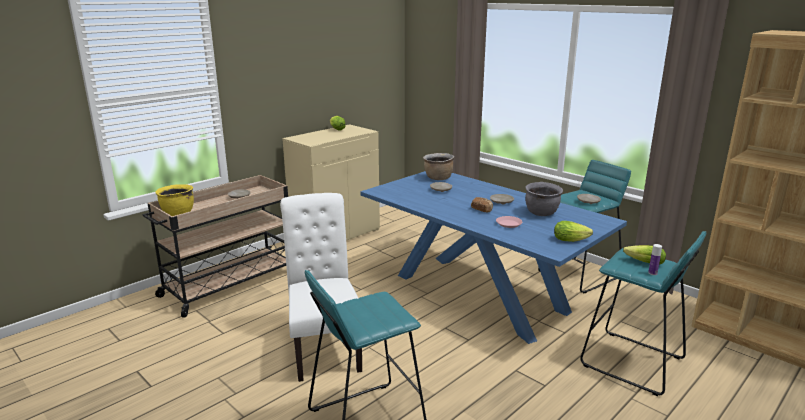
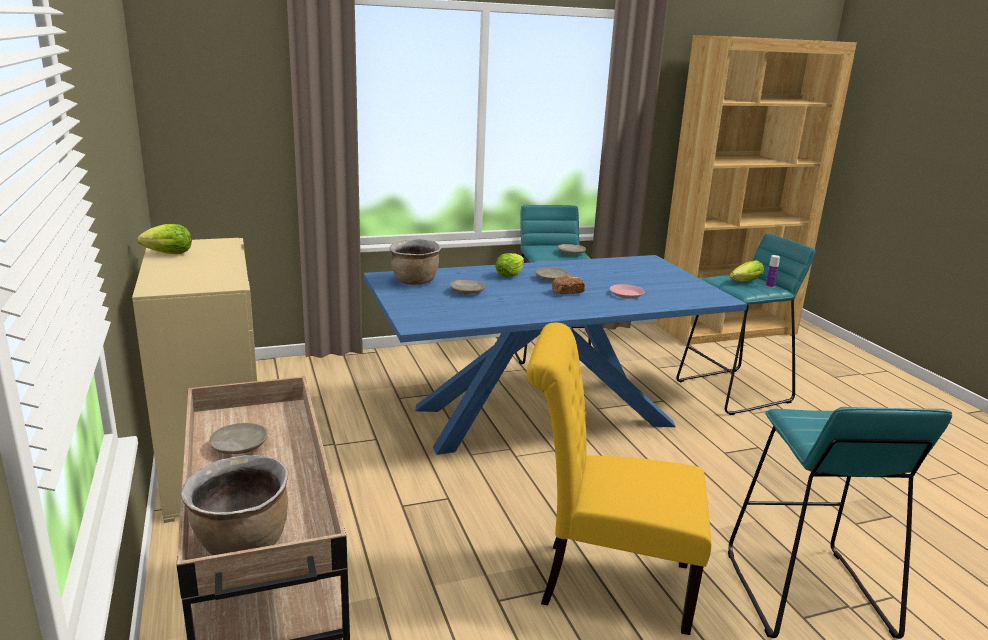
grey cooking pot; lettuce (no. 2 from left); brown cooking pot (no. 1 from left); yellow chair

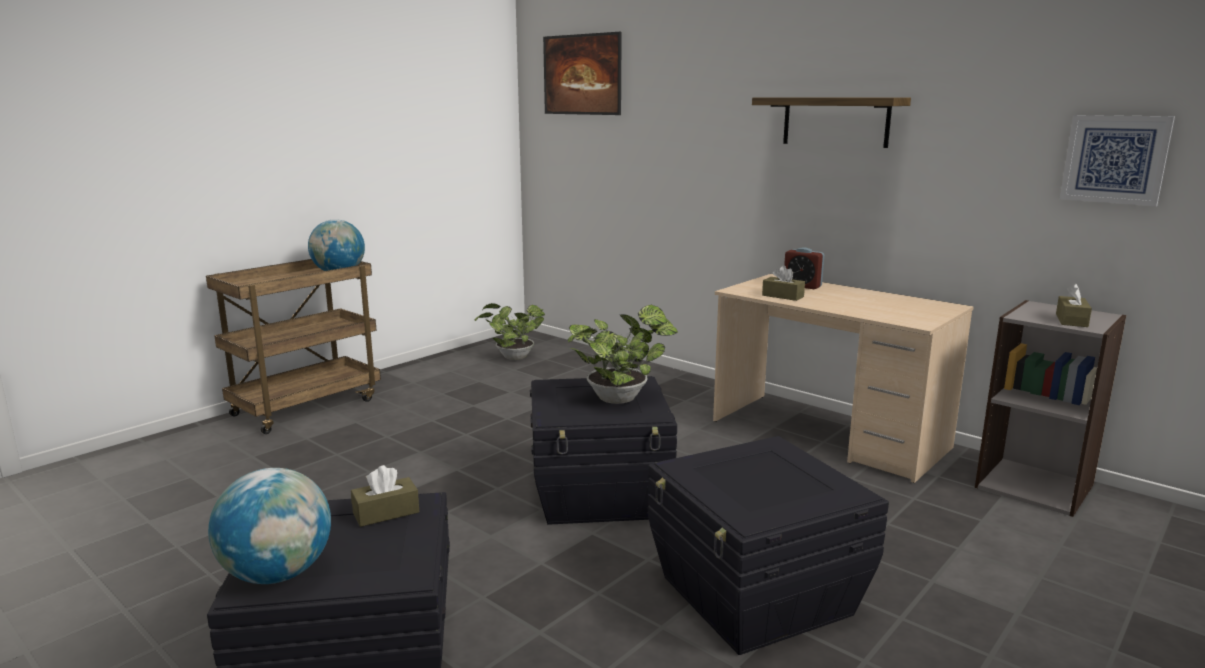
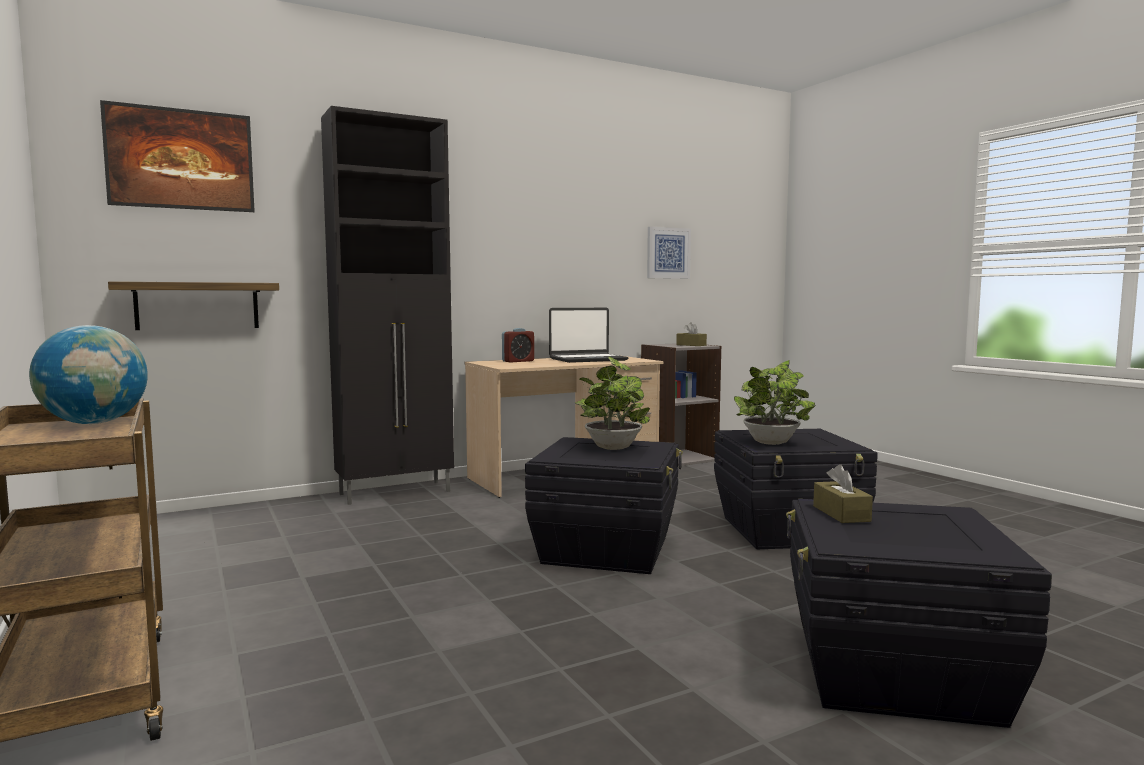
globe (no. 1 from left in the first image); brown tissue box (no. 2 from left in the first image); black cabinet; laptop; potted plant (no. 2 from left); shelf

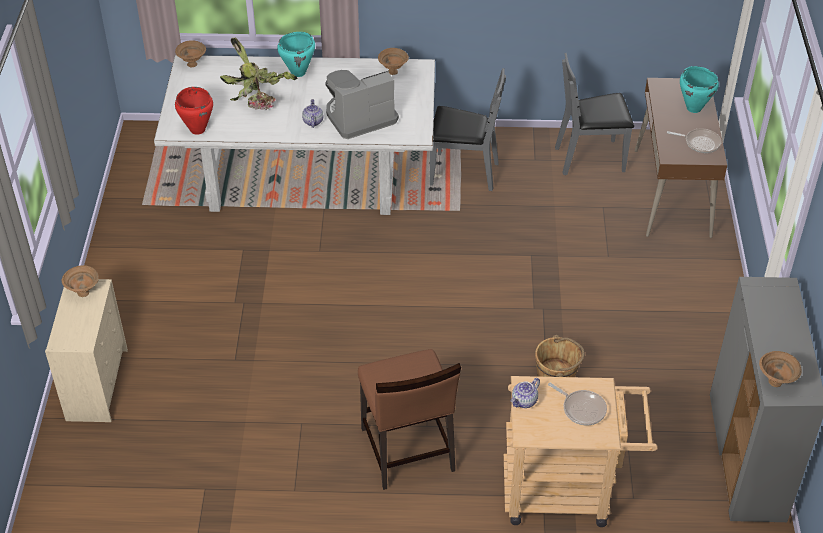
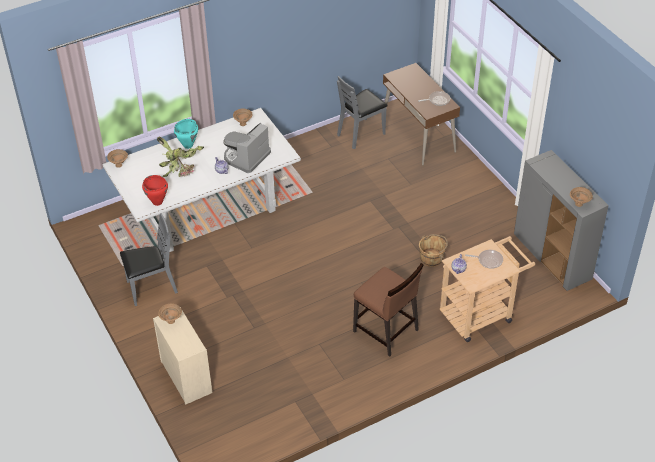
turquoise cooking pot (no. 2 from left in the first image); grey chair (no. 1 from left)

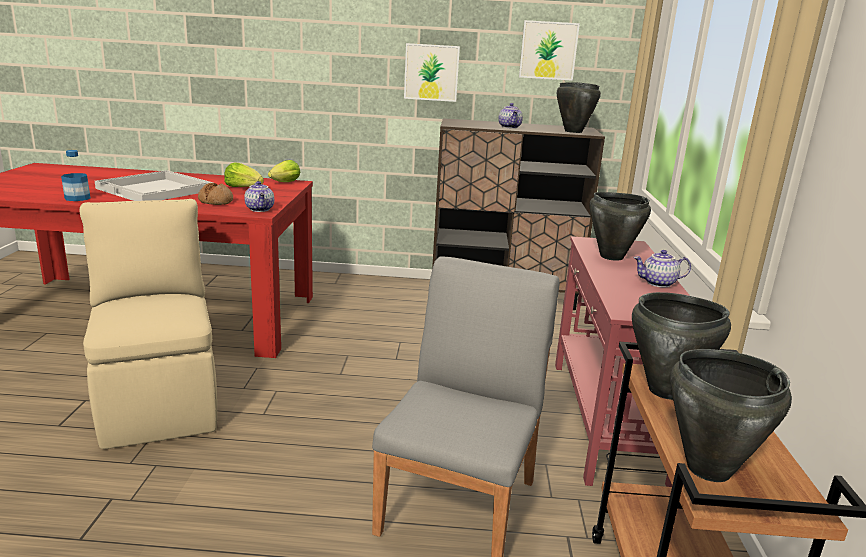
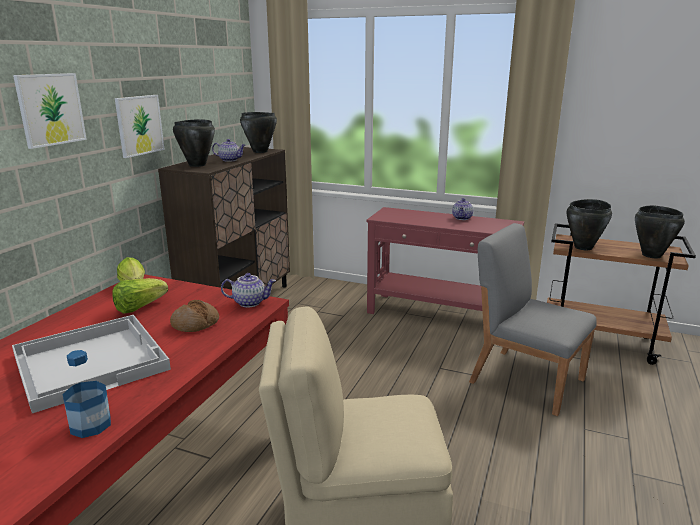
picture (no. 1 from left); black cooking pot (no. 1 from left)

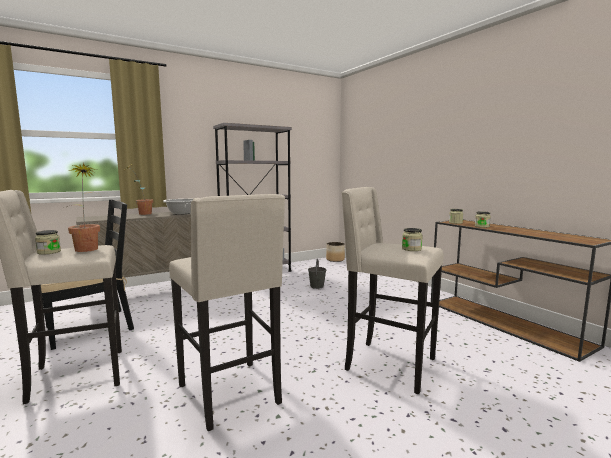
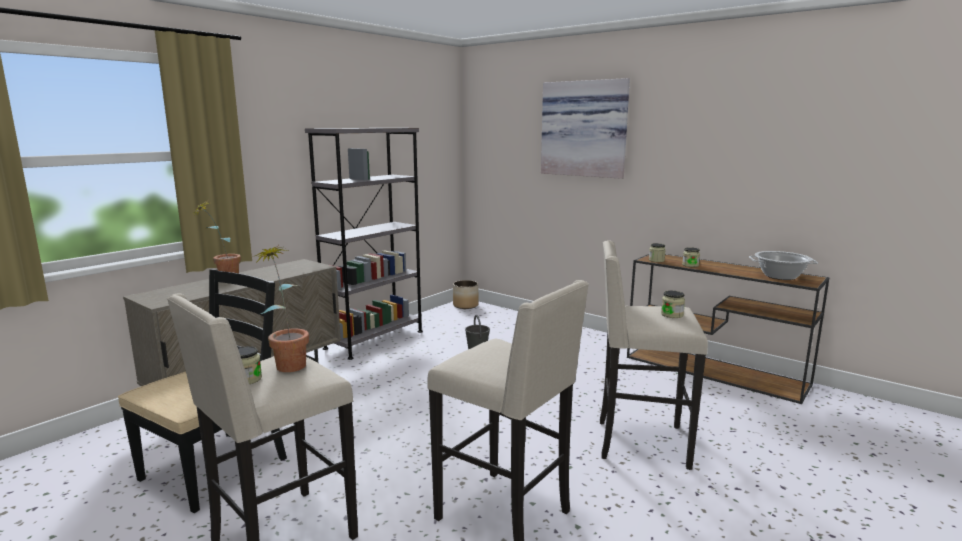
picture; cooking pot

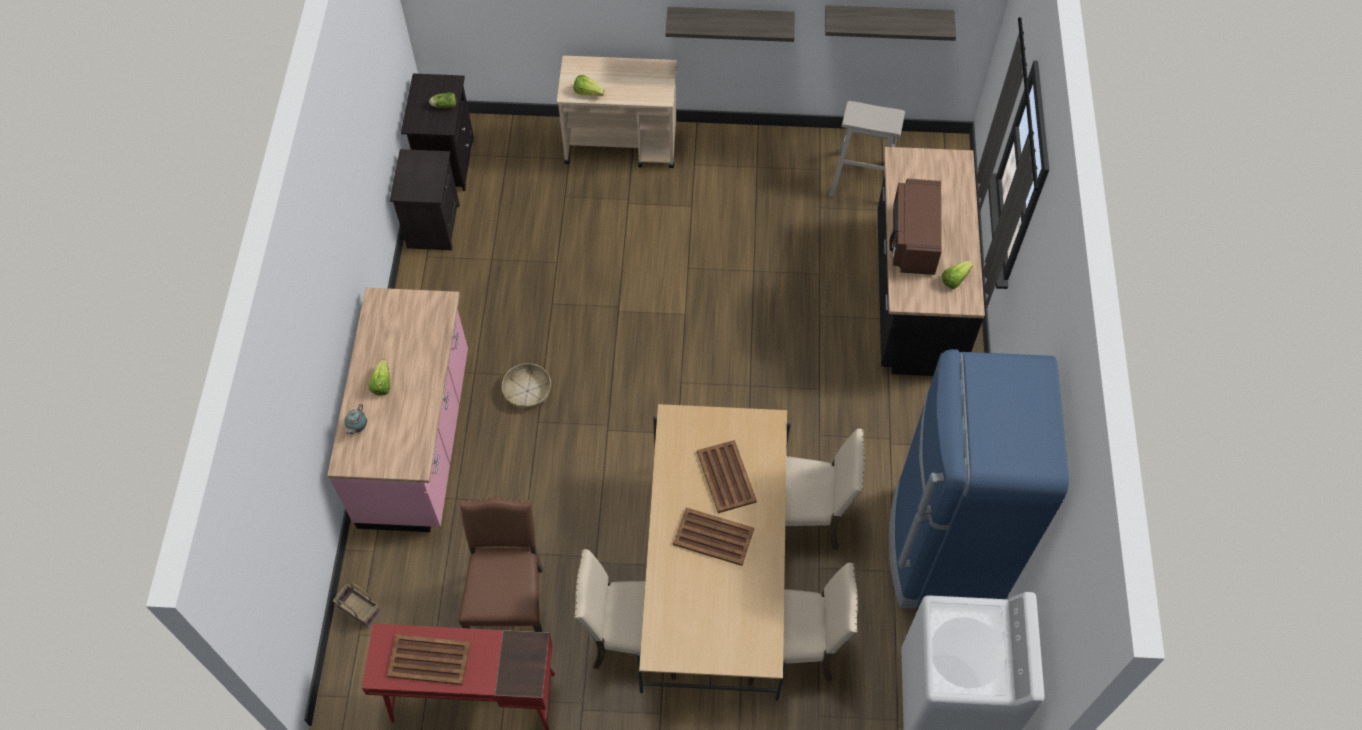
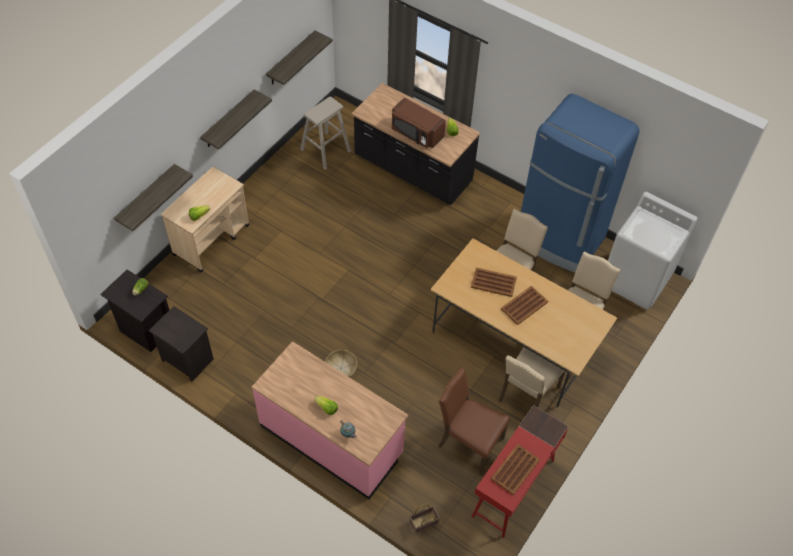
shelf (no. 1 from left)

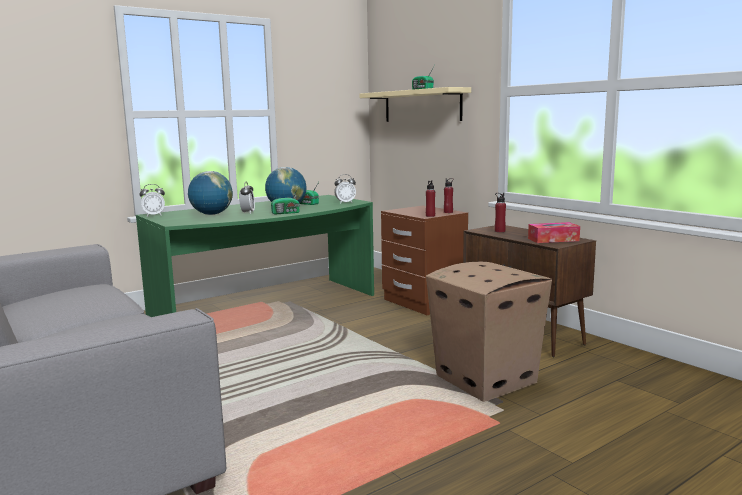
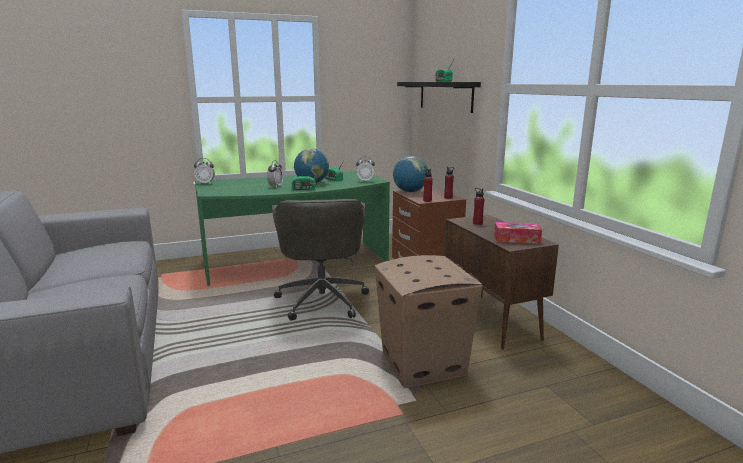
grey office chair; globe (no. 2 from left); black shelf

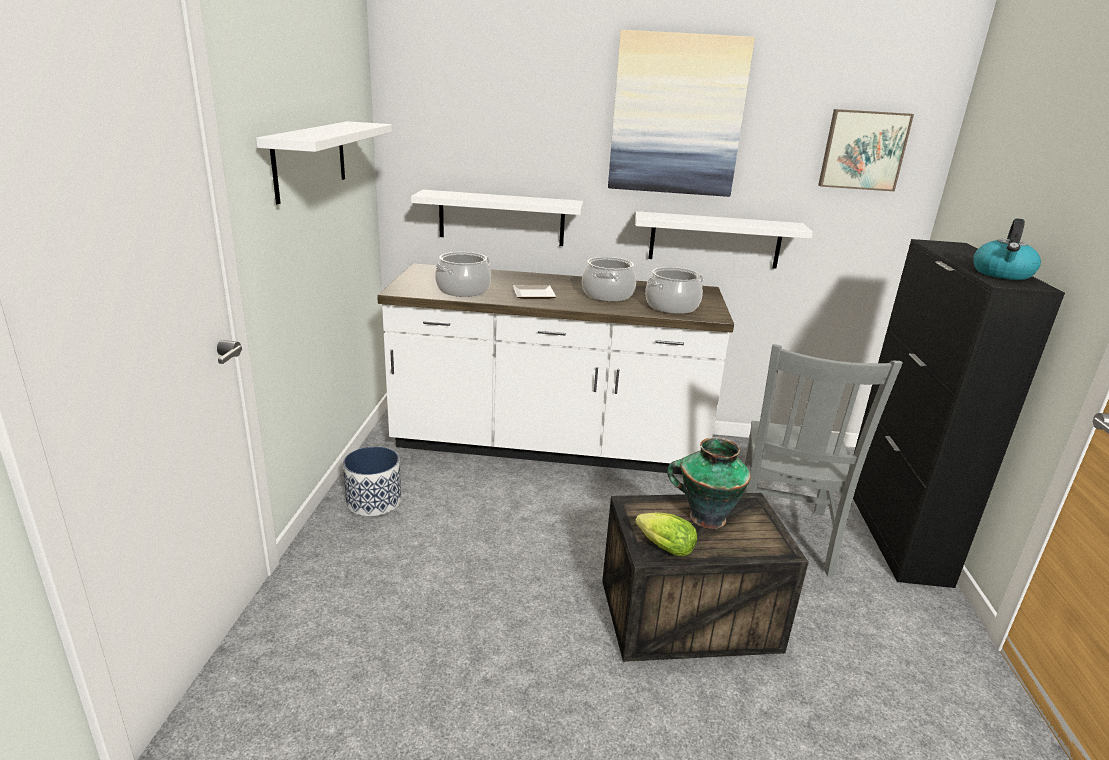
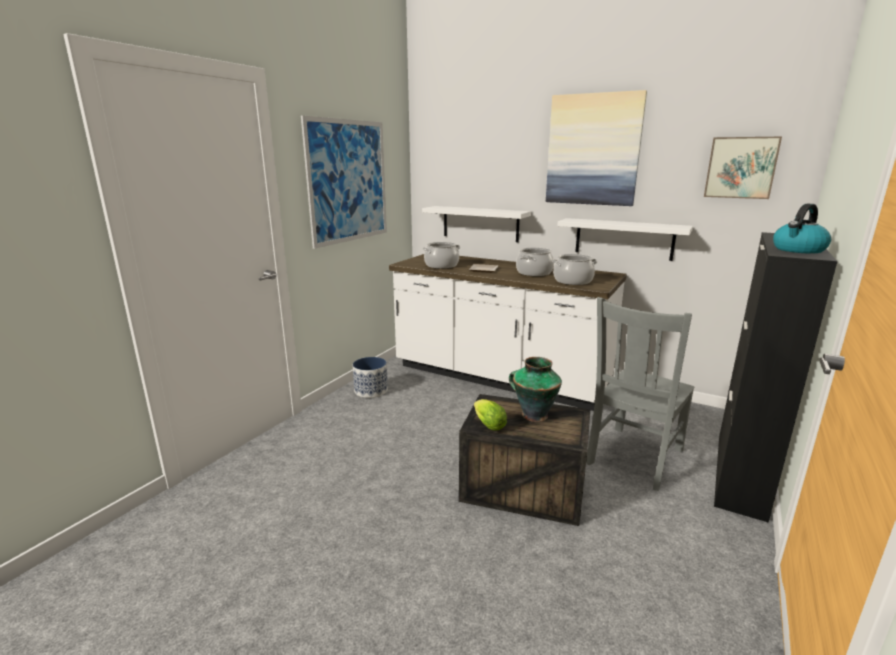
picture (no. 1 from left)

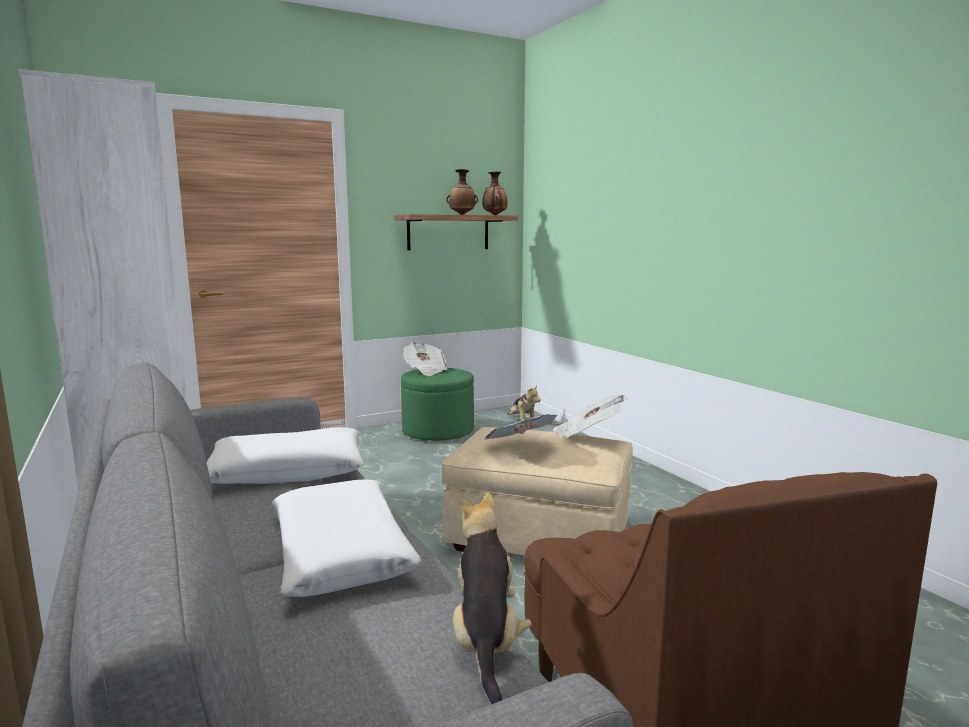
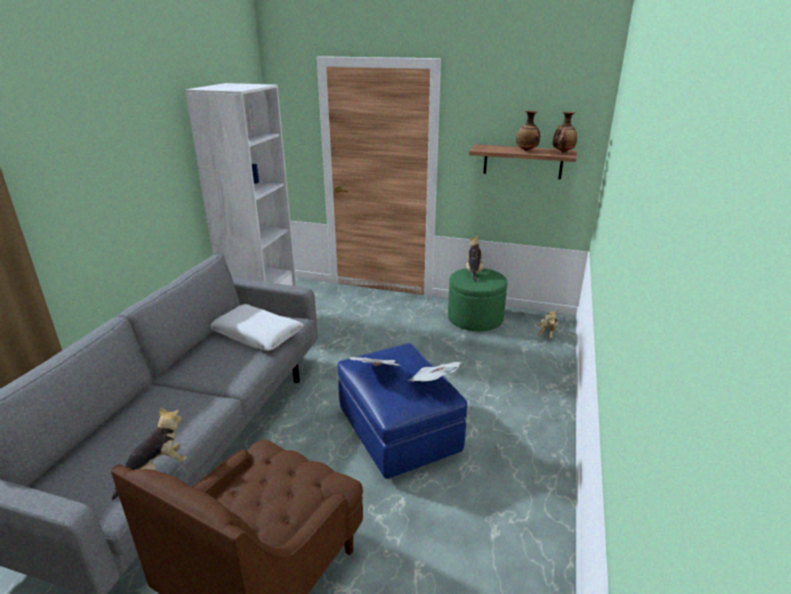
white pillow (no. 2 from left in the first image); plush toy (no. 2 from left); blue ottoman

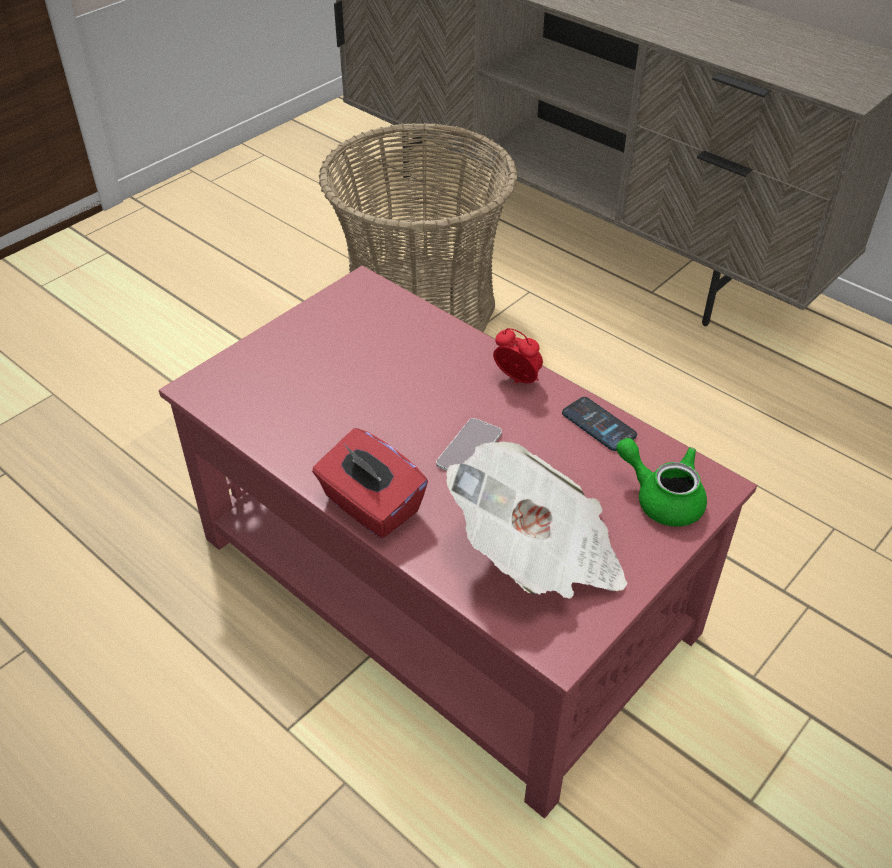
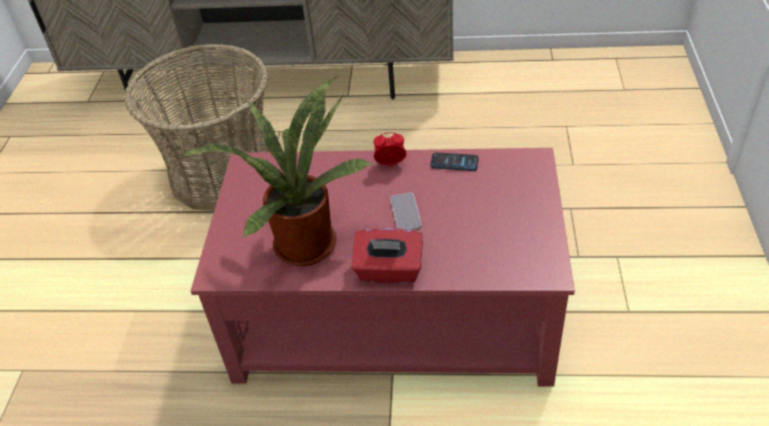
newspaper; green teapot; potted plant

